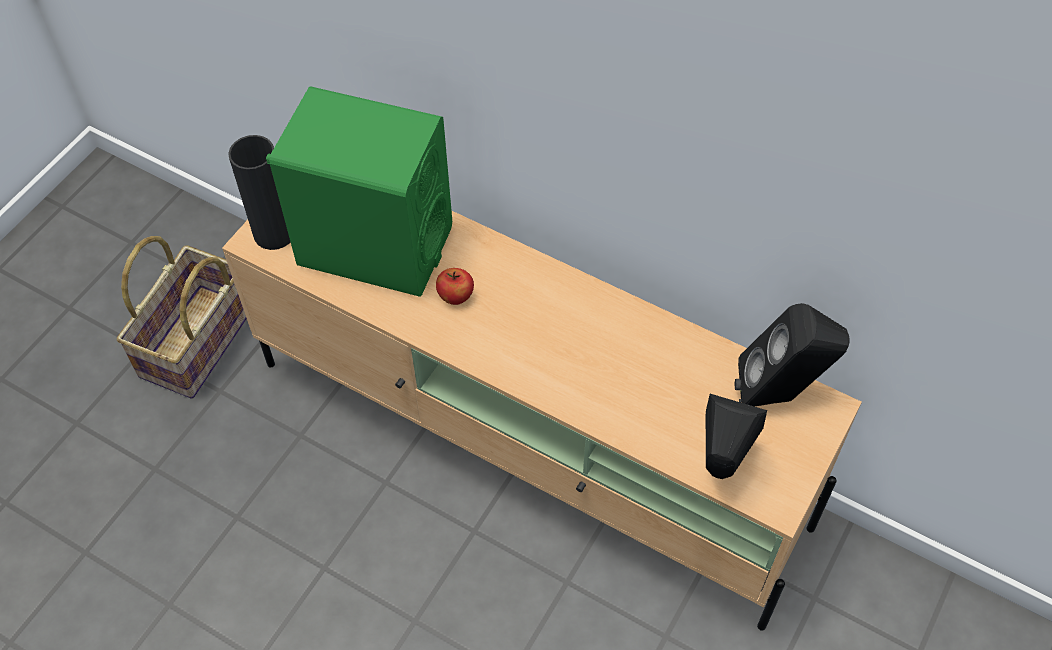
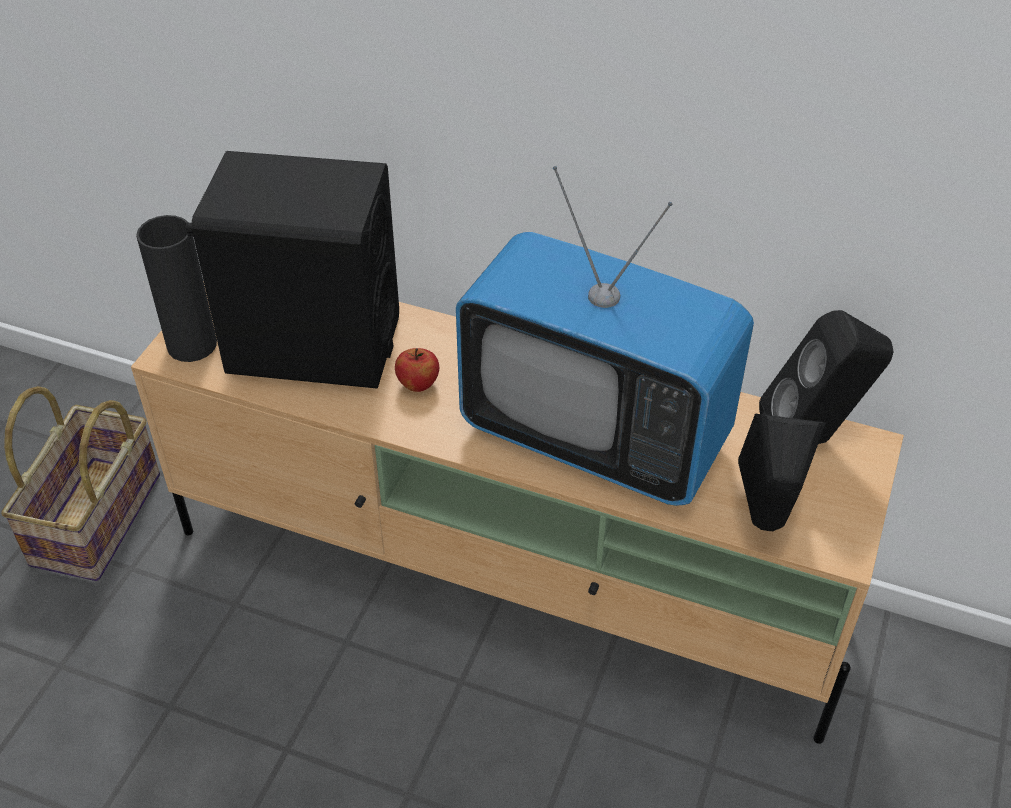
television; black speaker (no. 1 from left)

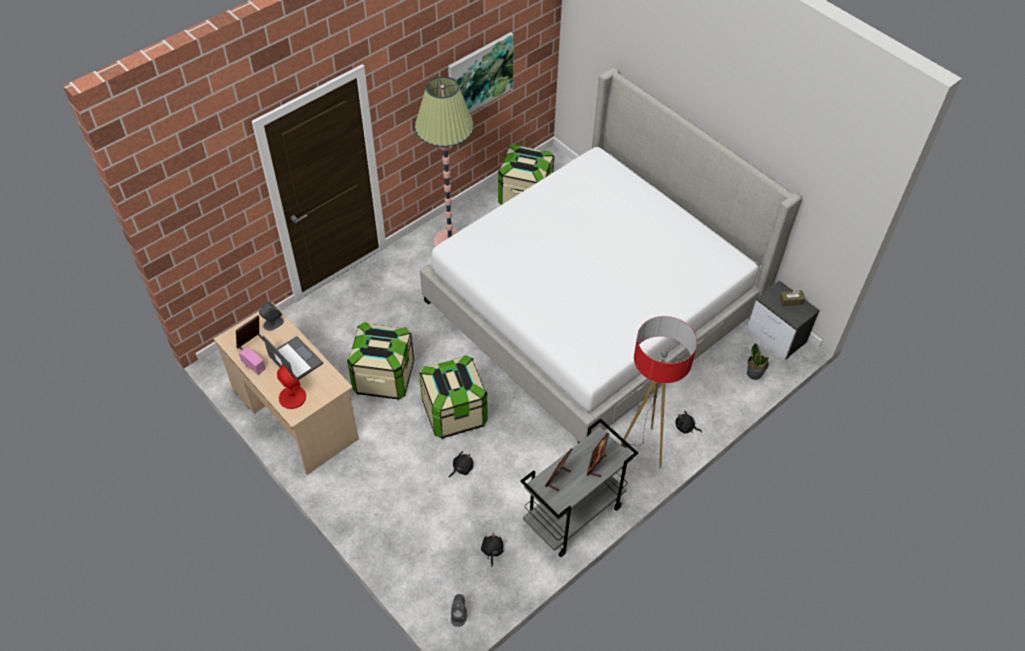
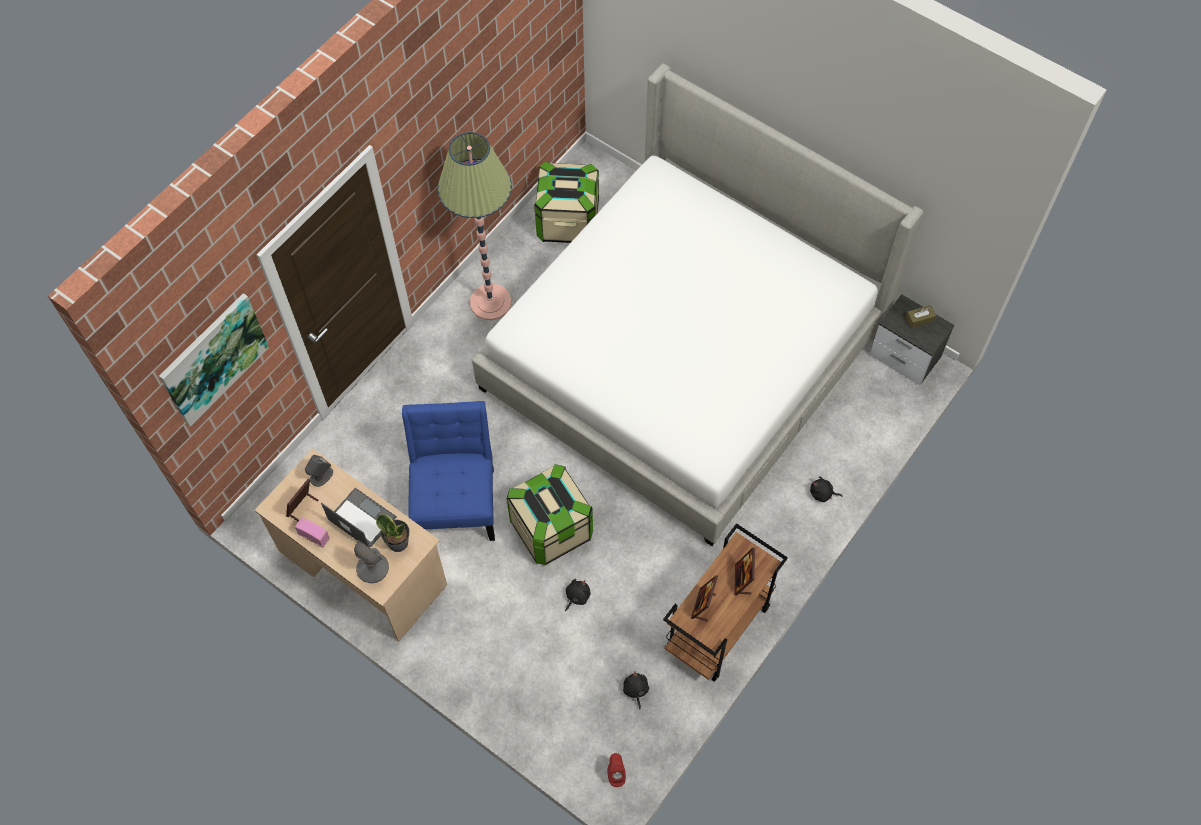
floor lamp (no. 2 from left in the first image); picture; potted plant; blue chair; grey table lamp; red speaker; brown cart

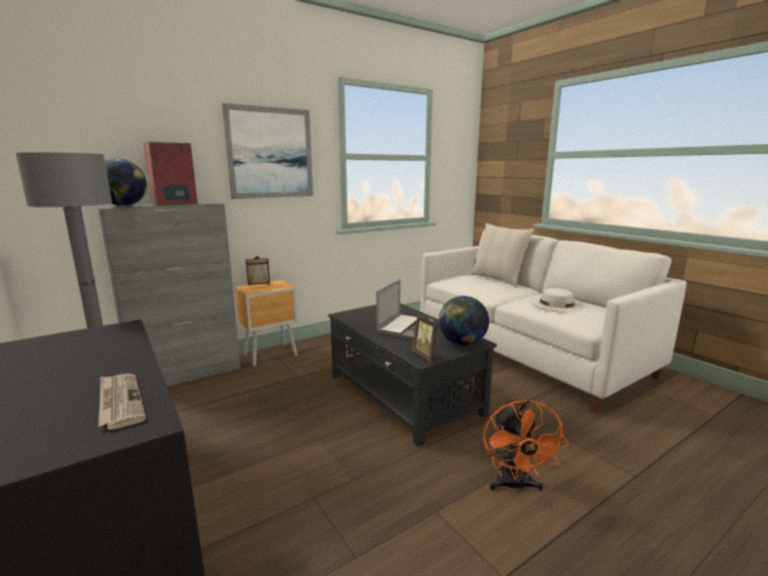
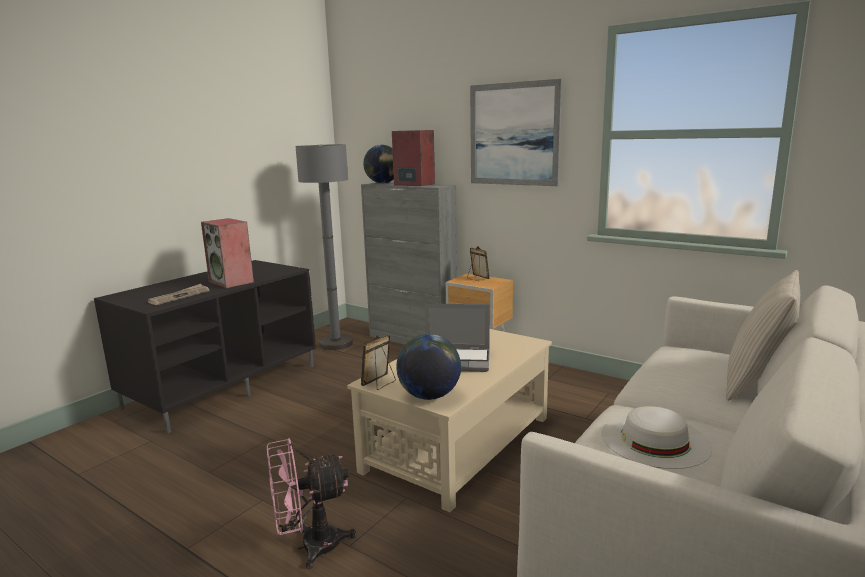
speaker (no. 1 from left); beige coffee table; pink fan

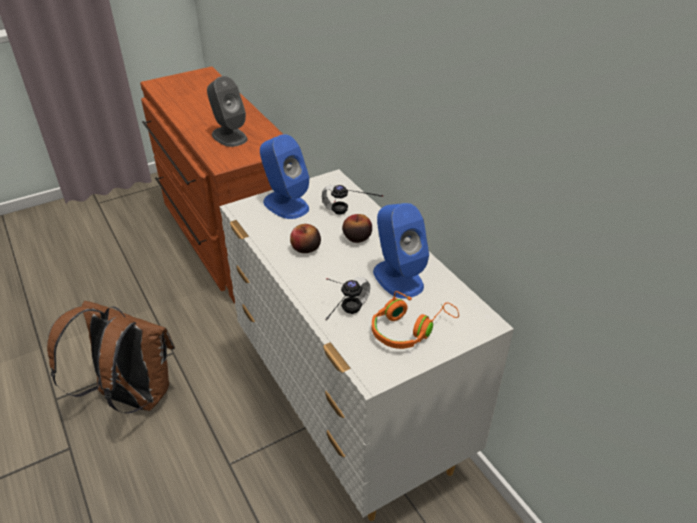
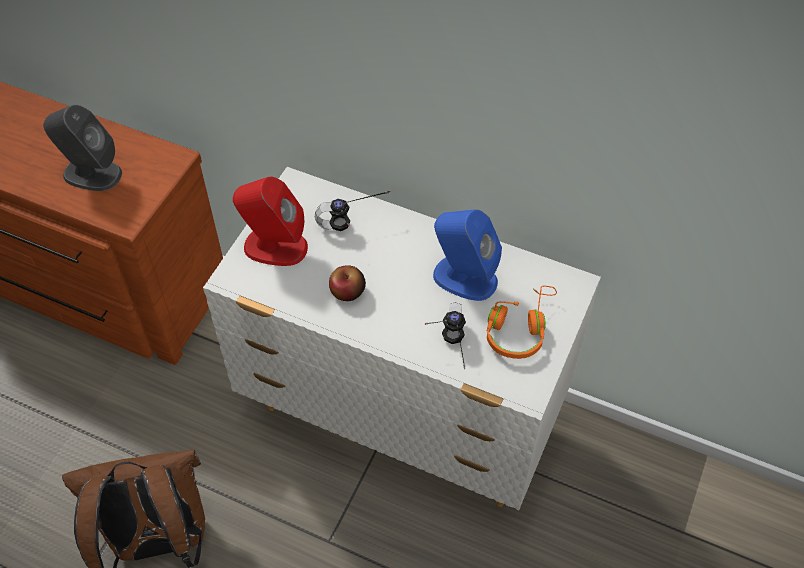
apple (no. 2 from left in the first image); red speaker

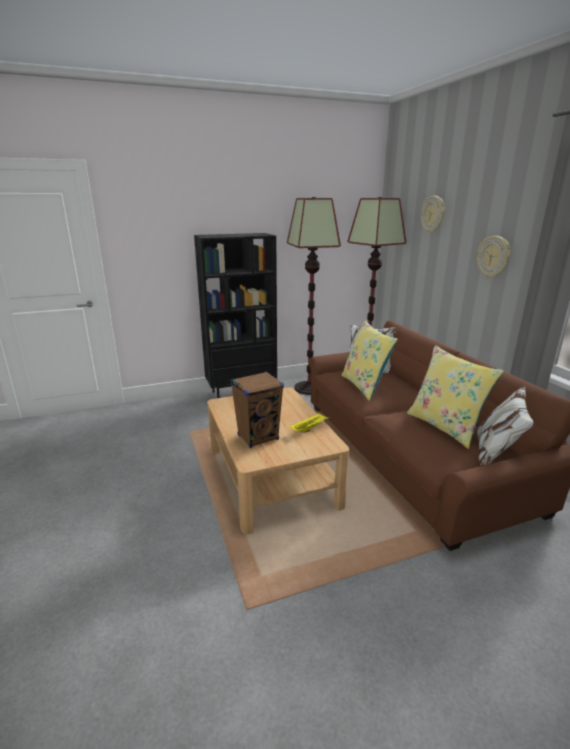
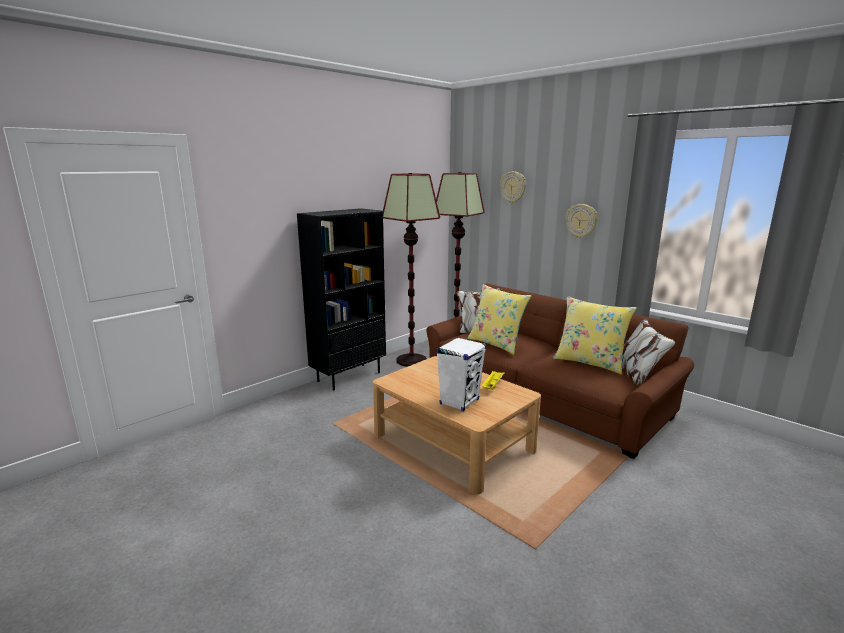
white speaker

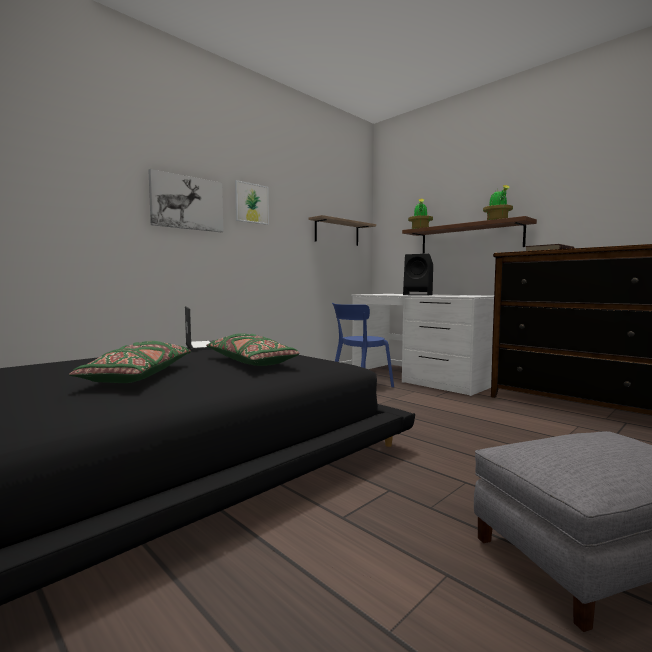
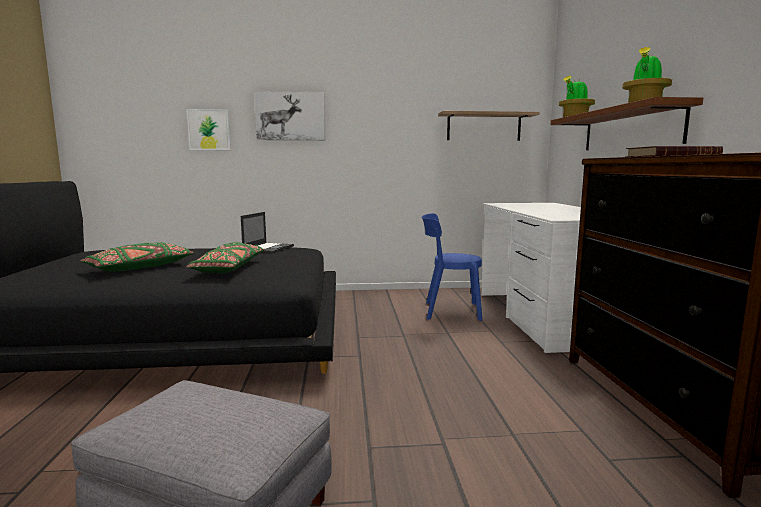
black speaker; picture (no. 1 from left)

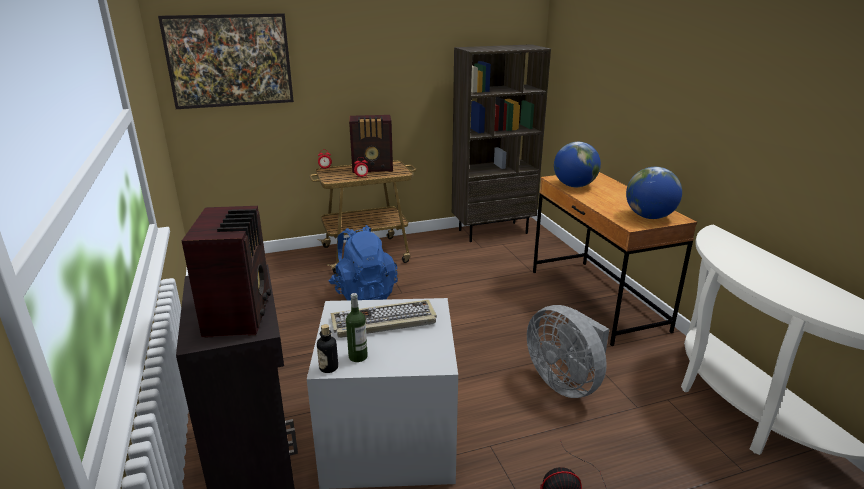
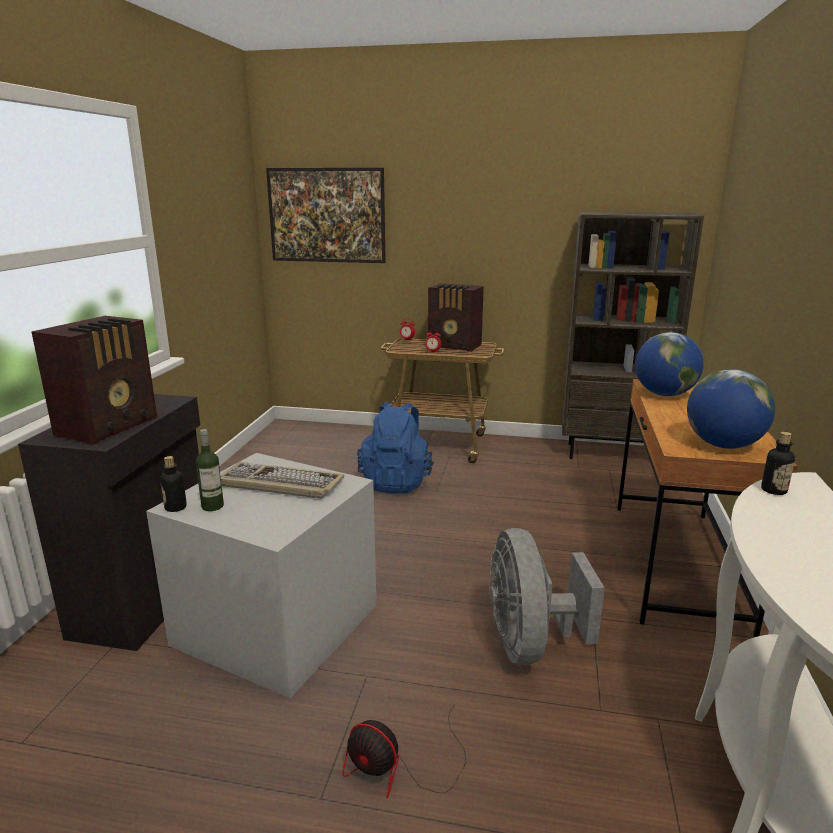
bottle (no. 3 from left)

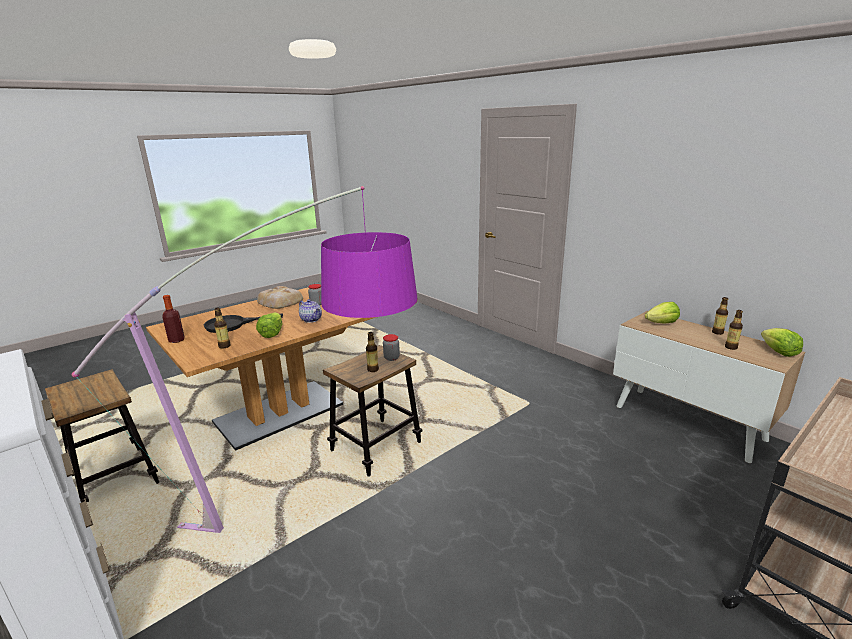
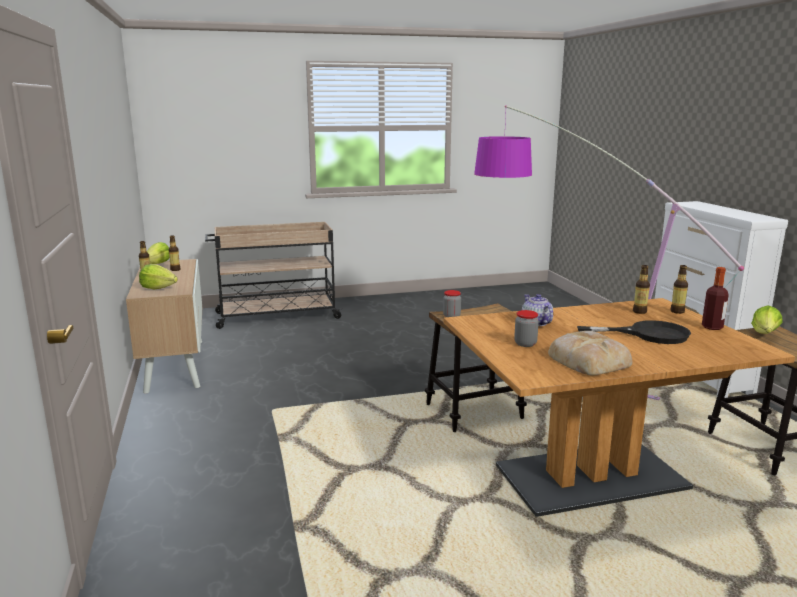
lettuce (no. 3 from left); bottle (no. 4 from left)

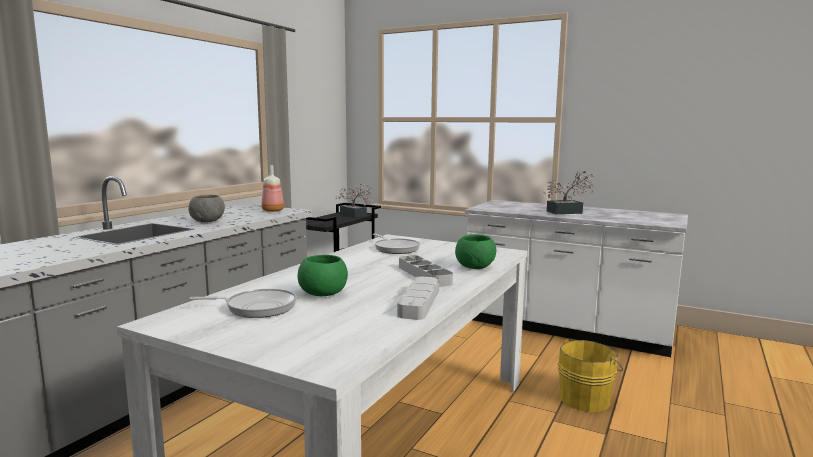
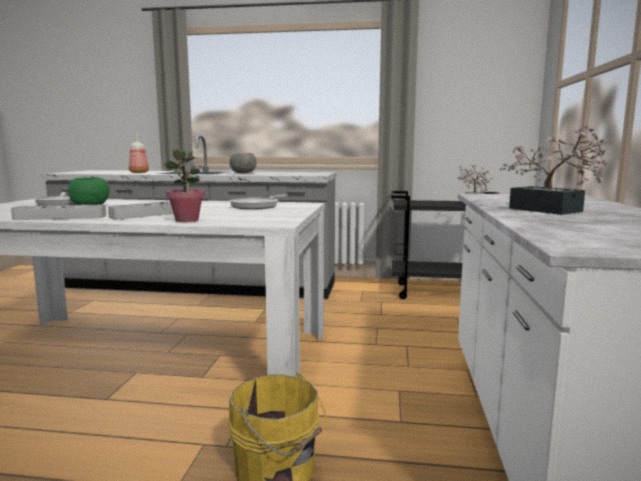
bottle; potted plant (no. 1 from left)

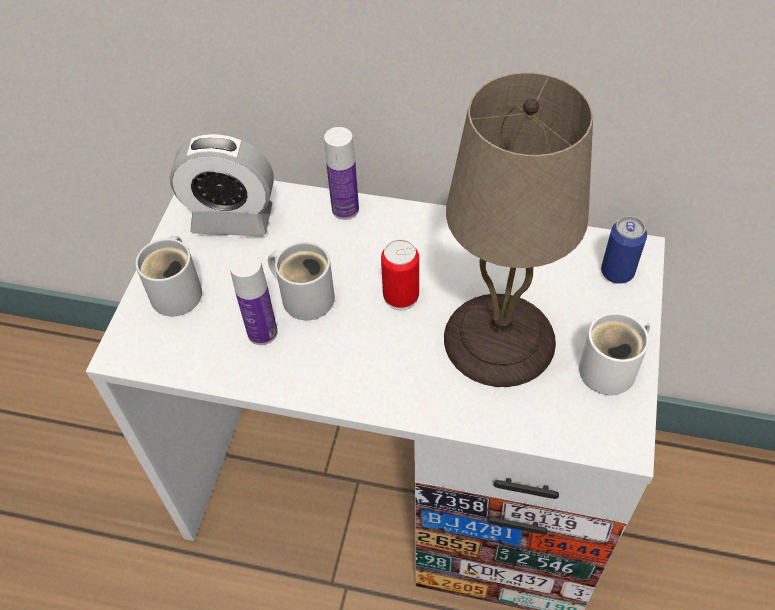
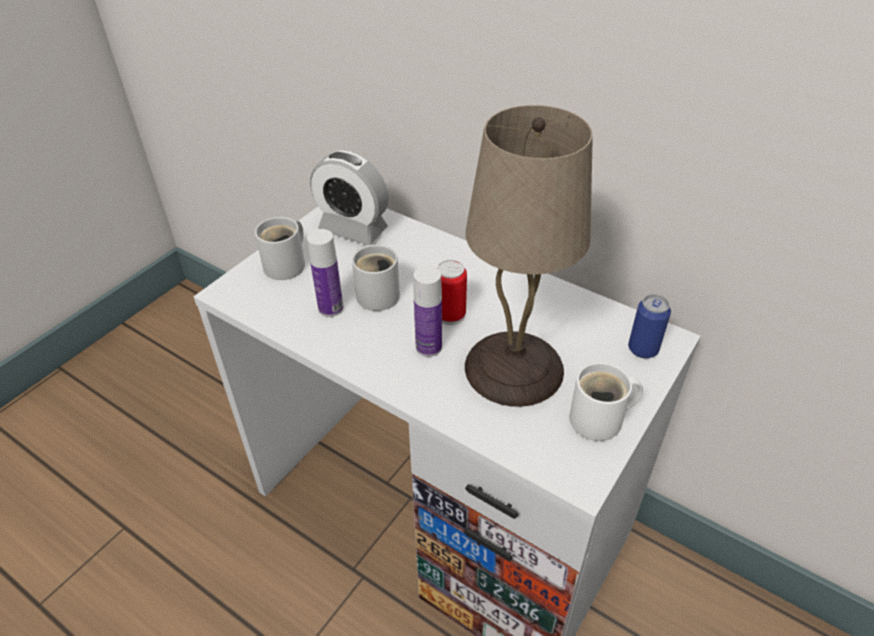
bottle (no. 2 from left)

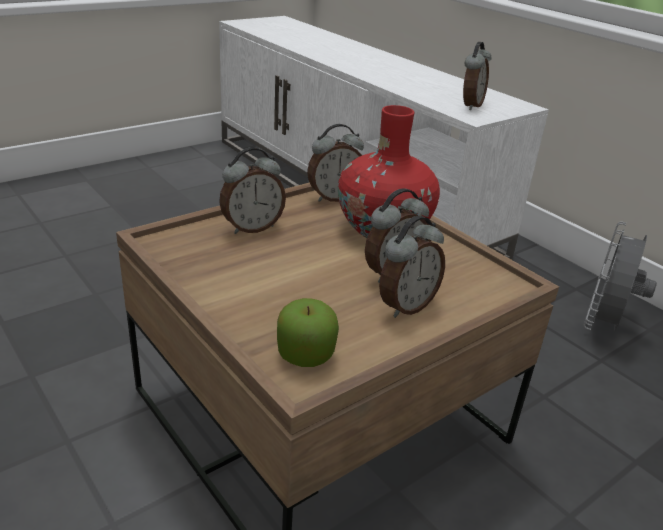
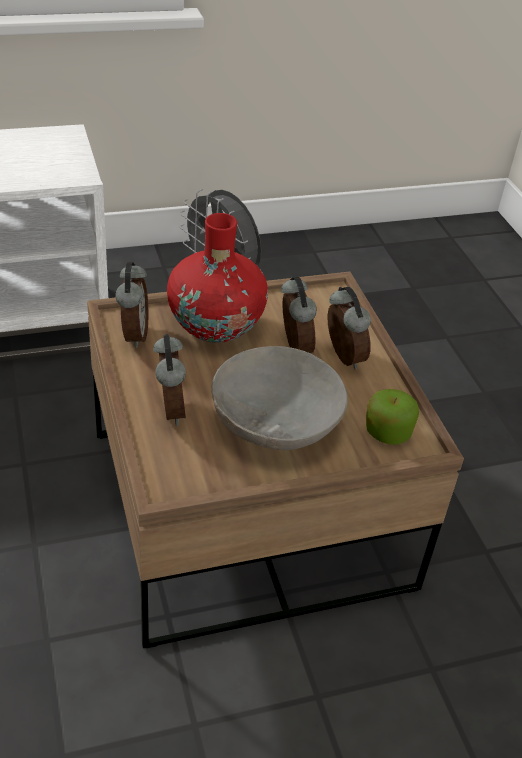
alarm clock (no. 5 from left in the first image); grey bowl

